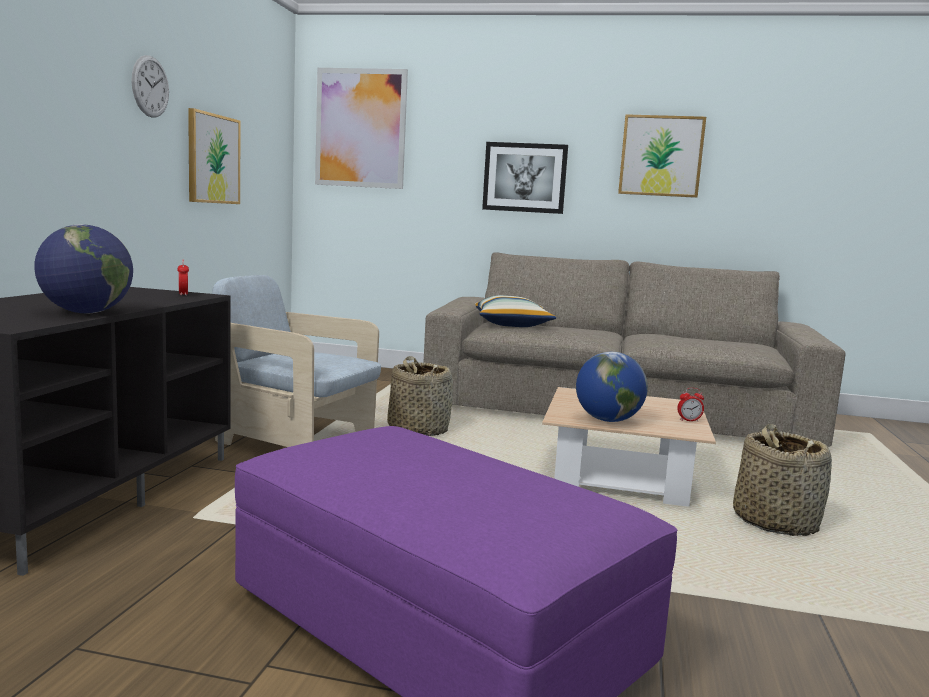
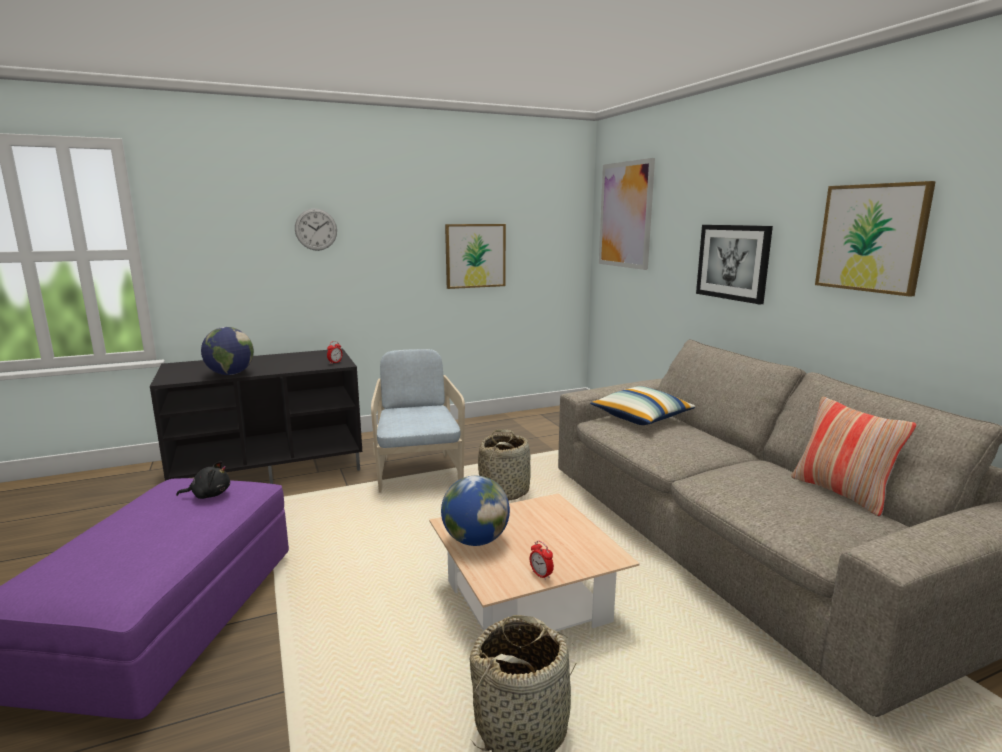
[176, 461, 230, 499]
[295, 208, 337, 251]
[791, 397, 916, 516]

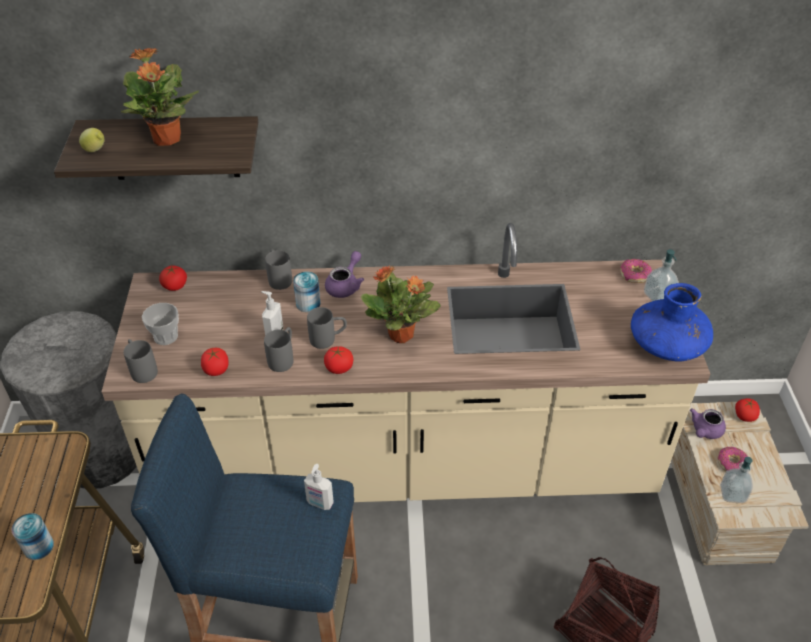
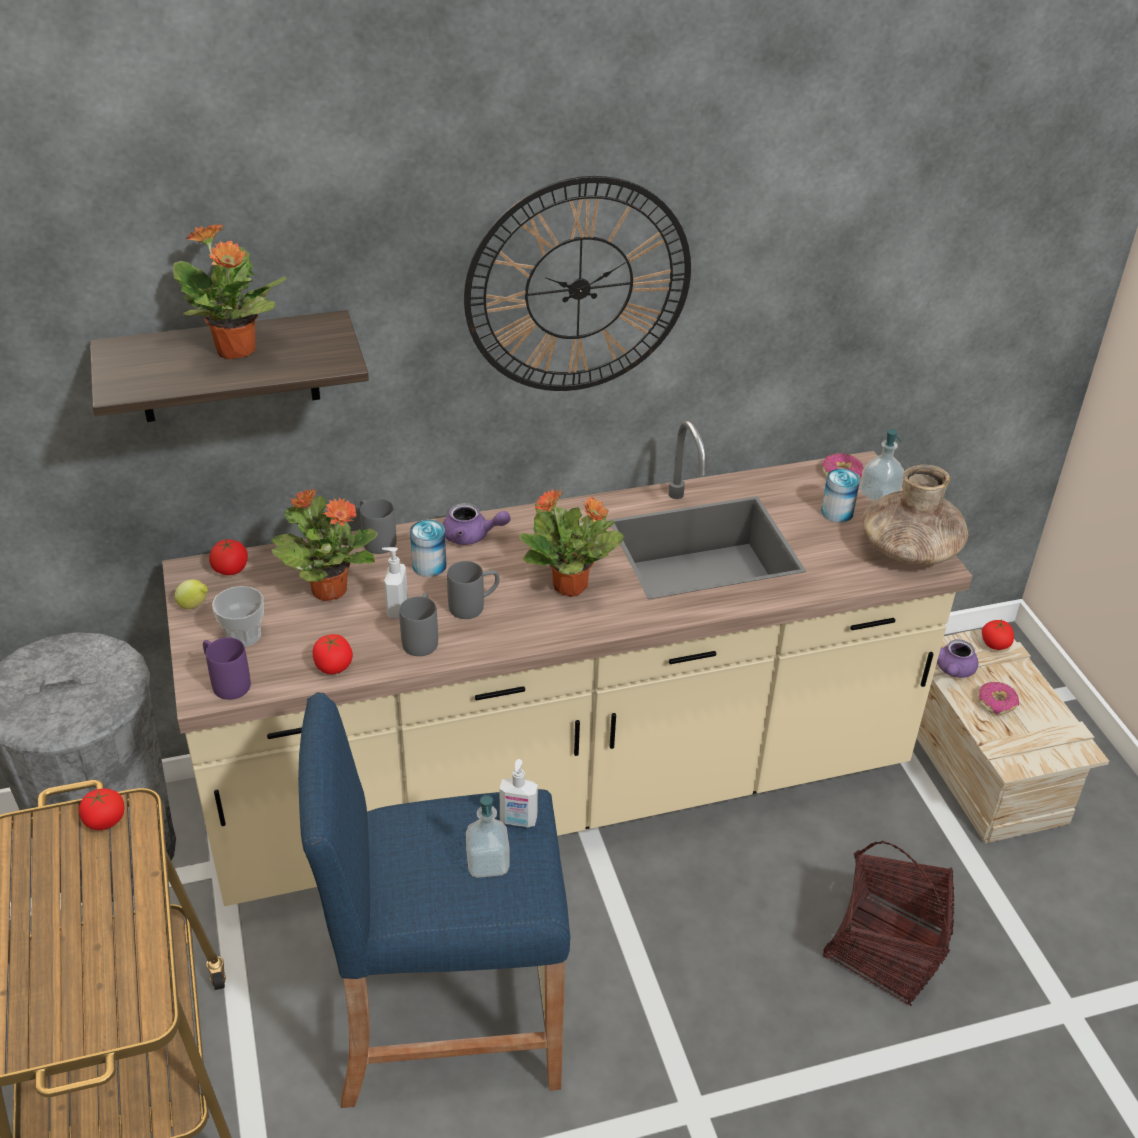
[79, 788, 125, 830]
[174, 579, 208, 609]
[203, 637, 251, 700]
[271, 488, 378, 601]
[443, 503, 510, 545]
[464, 176, 691, 391]
[466, 795, 510, 878]
[821, 469, 860, 523]
[862, 465, 968, 565]

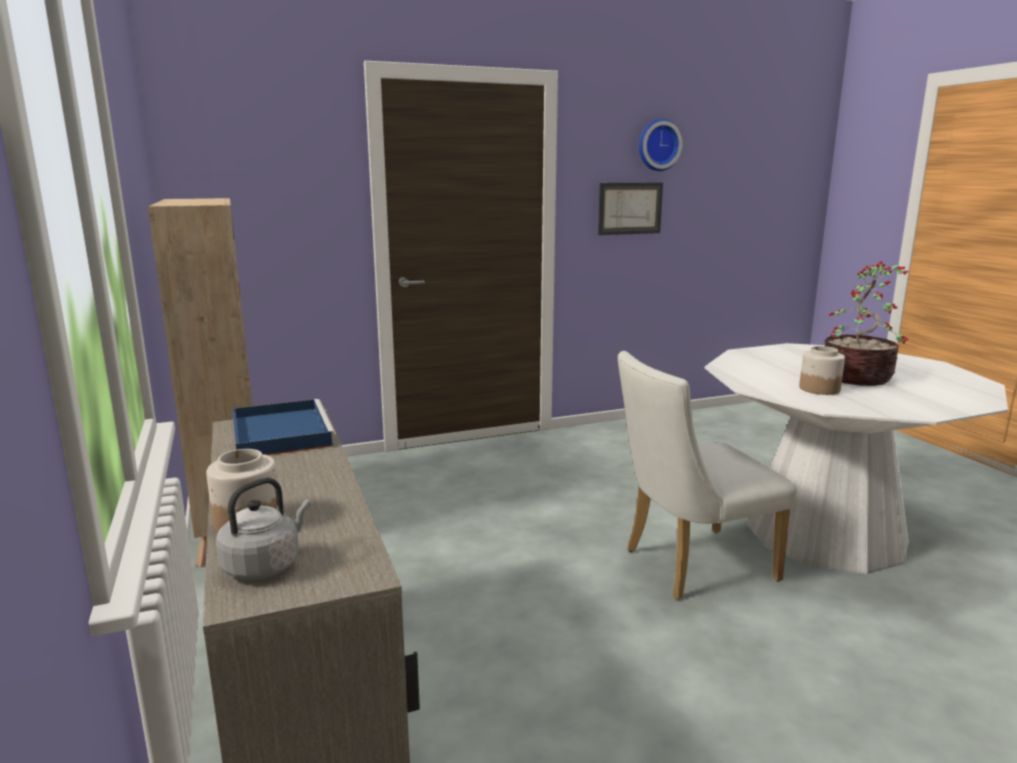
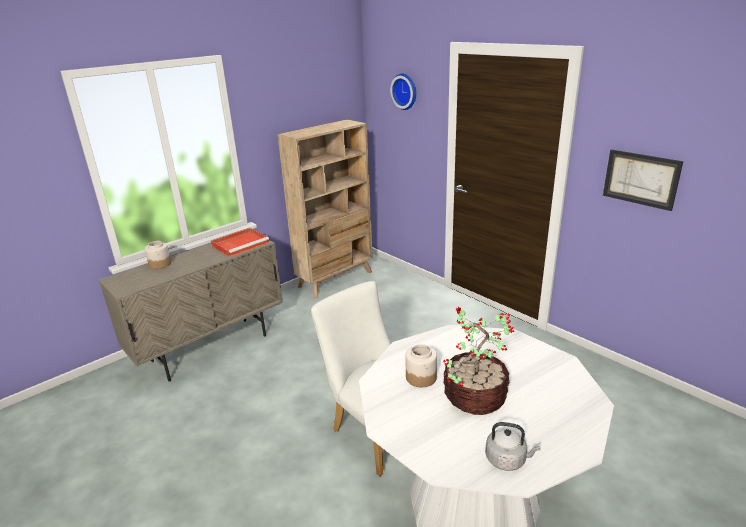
[211, 228, 269, 257]
[390, 74, 416, 110]
[485, 422, 541, 471]

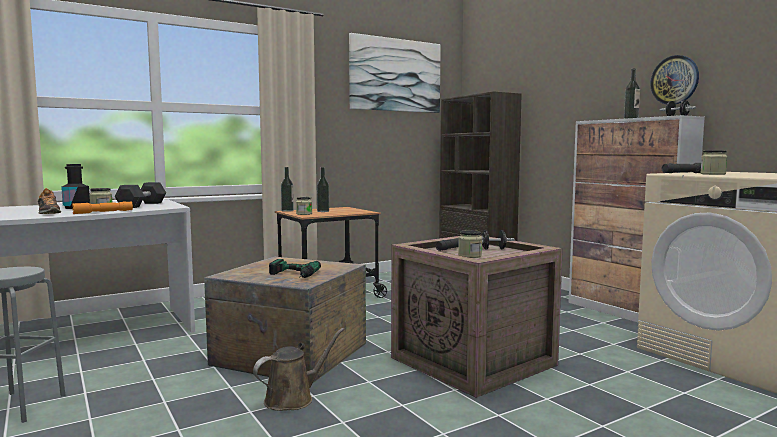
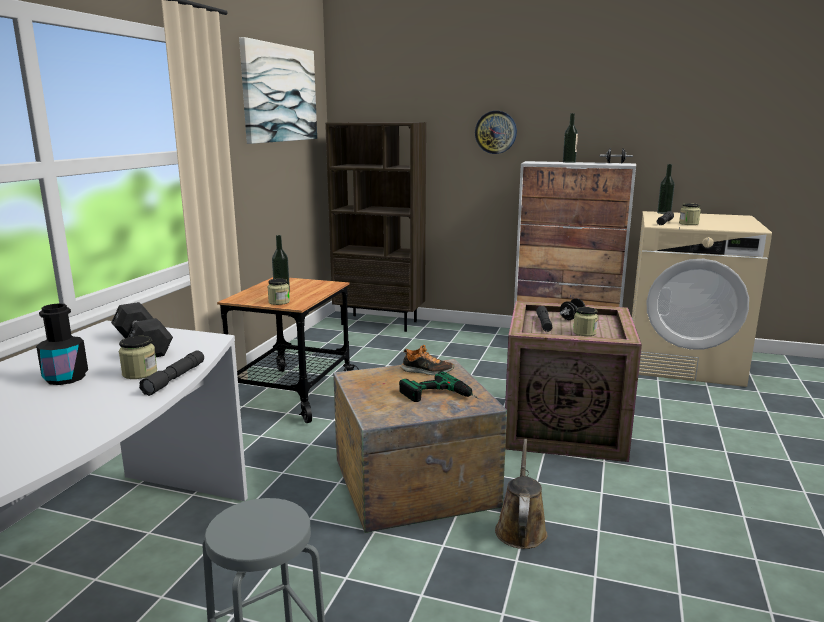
[139, 350, 204, 396]
[401, 345, 454, 375]
[475, 111, 517, 154]
[657, 164, 675, 214]

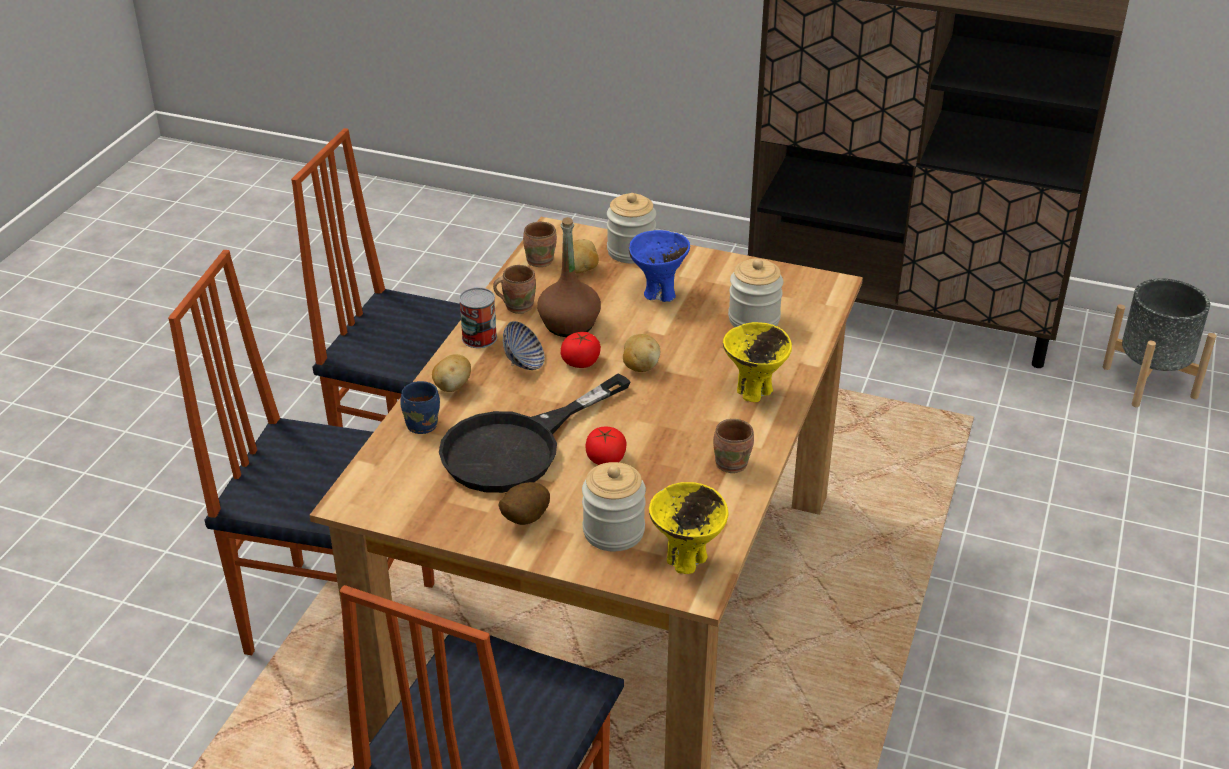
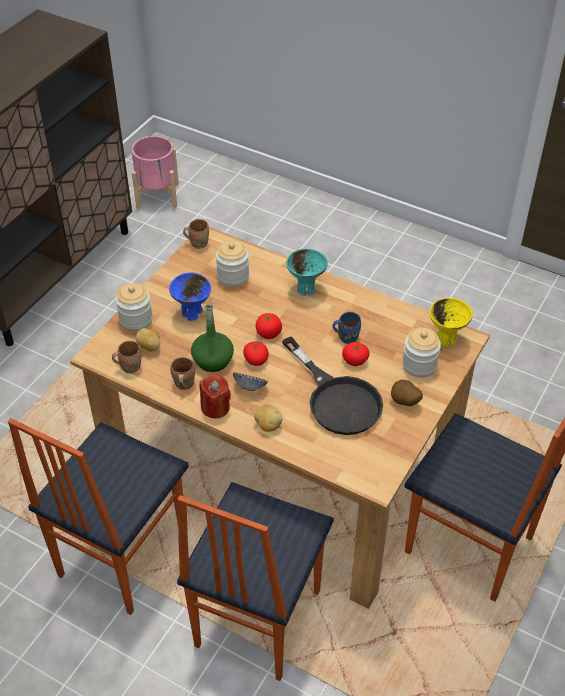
[131, 136, 179, 209]
[183, 219, 209, 249]
[191, 301, 234, 372]
[200, 375, 231, 418]
[256, 313, 282, 339]
[286, 249, 328, 296]
[333, 312, 361, 344]

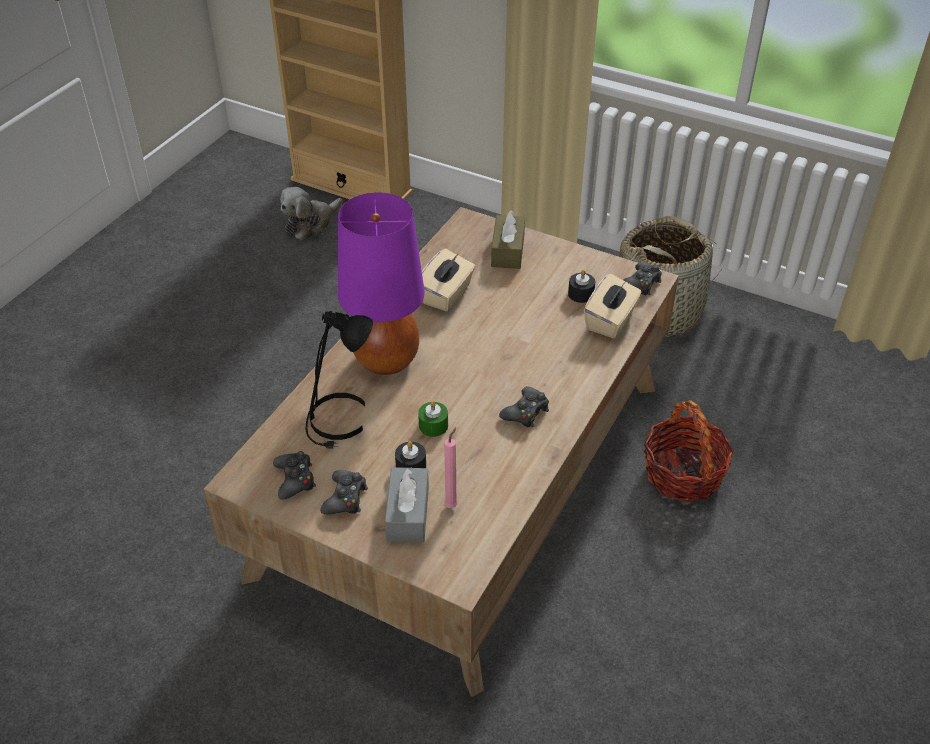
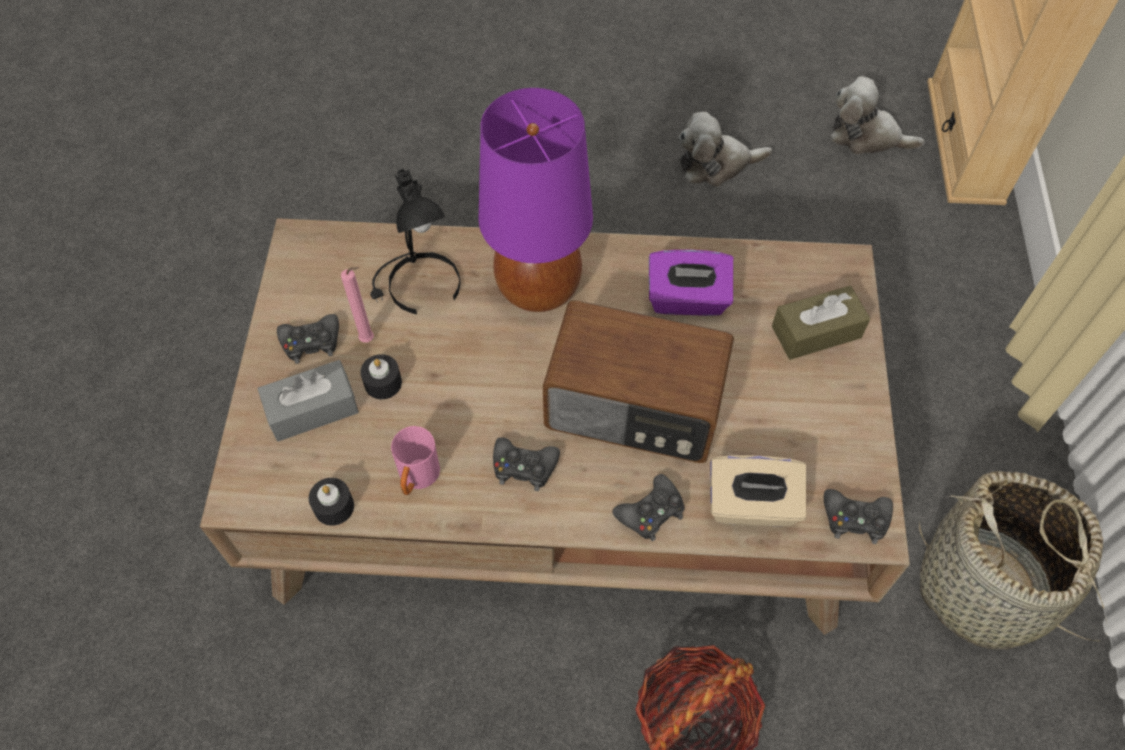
[309, 478, 354, 526]
[341, 267, 374, 343]
[391, 426, 440, 495]
[543, 300, 734, 463]
[612, 474, 685, 541]
[649, 250, 733, 316]
[679, 112, 772, 187]
[418, 401, 448, 437] (first image)

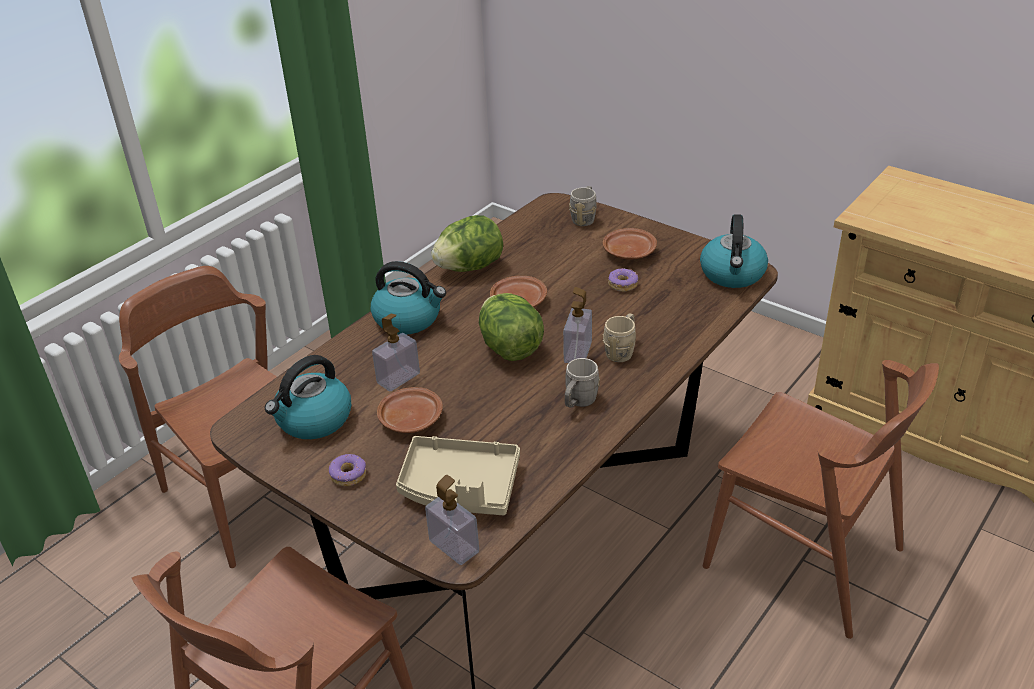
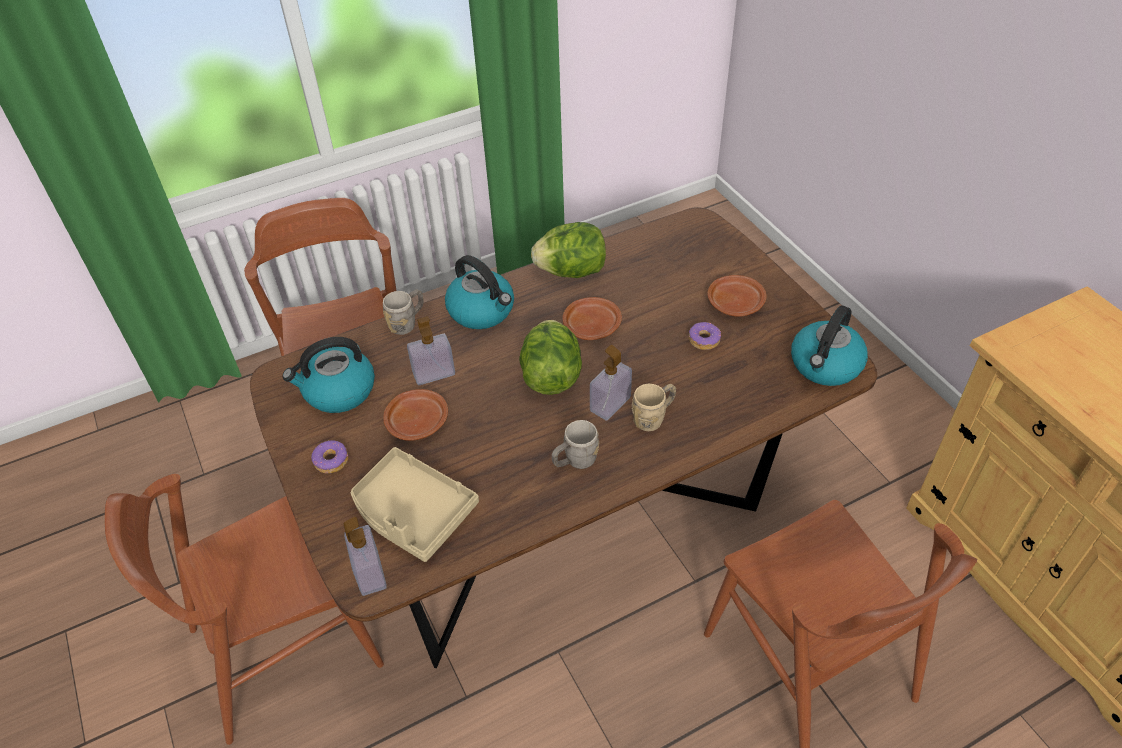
[383, 290, 424, 335]

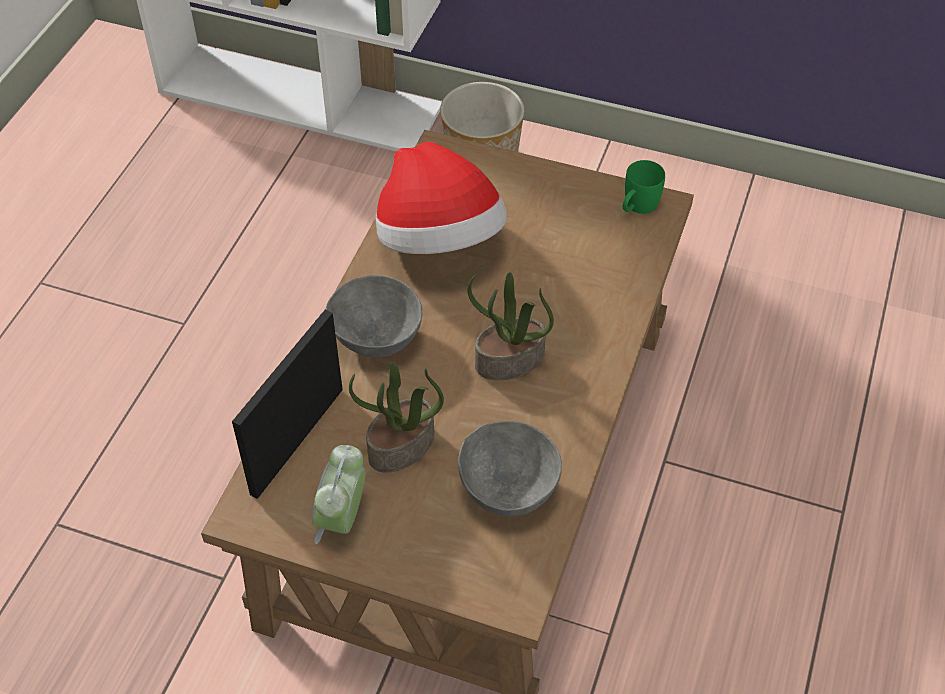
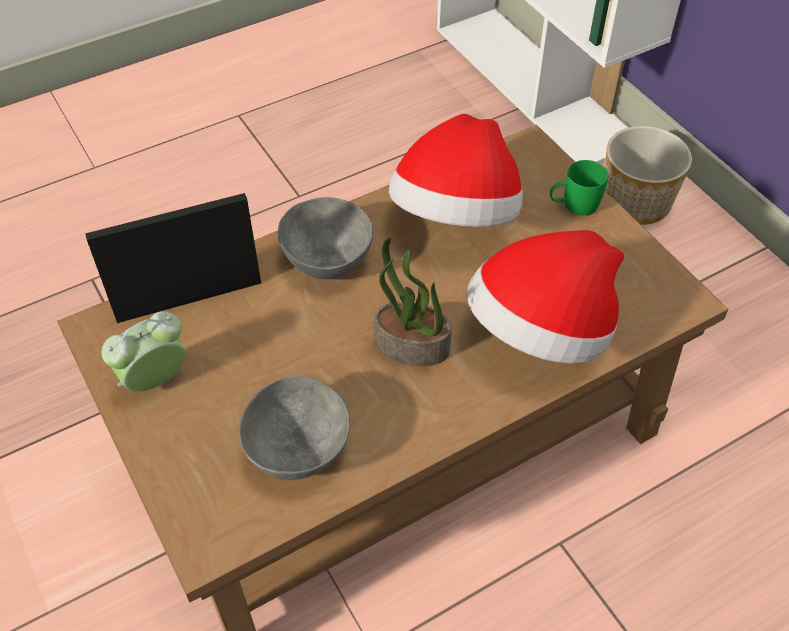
[467, 230, 624, 364]
[550, 160, 608, 216]
[349, 362, 444, 473] (first image)

